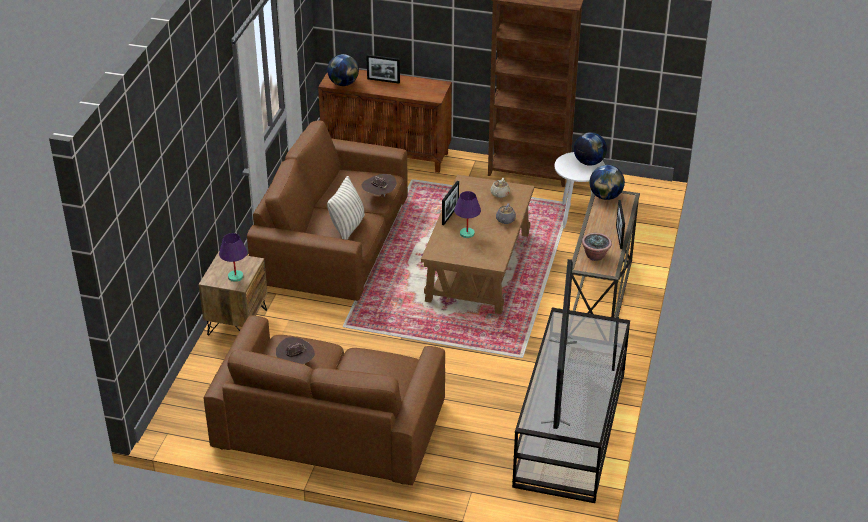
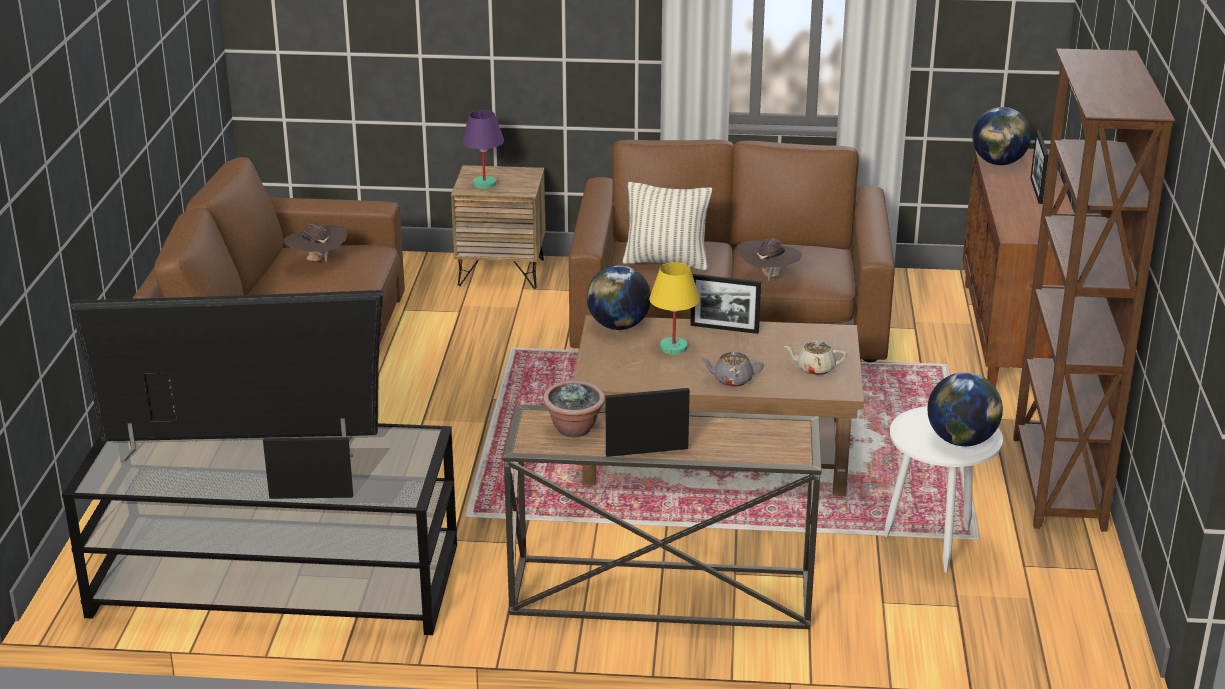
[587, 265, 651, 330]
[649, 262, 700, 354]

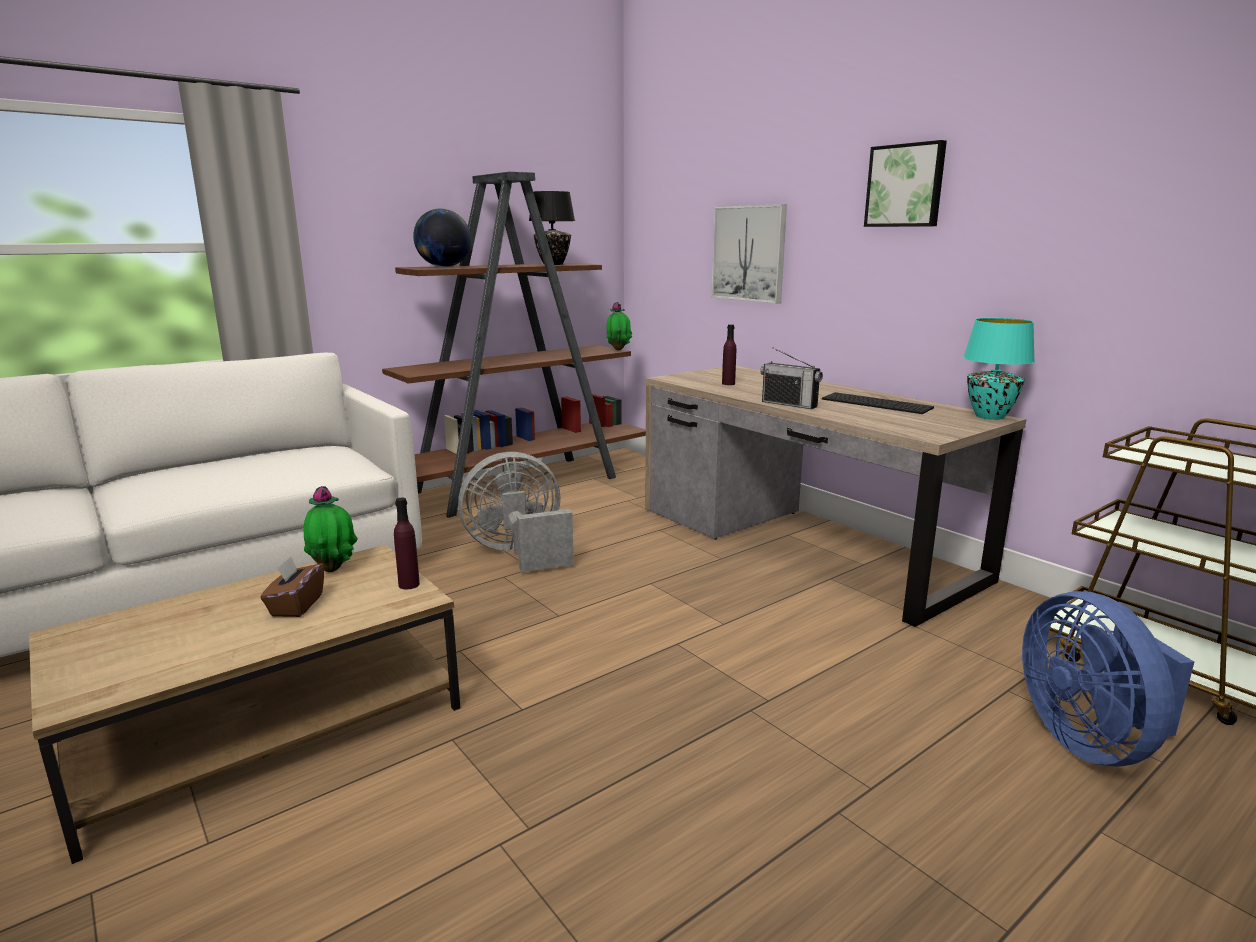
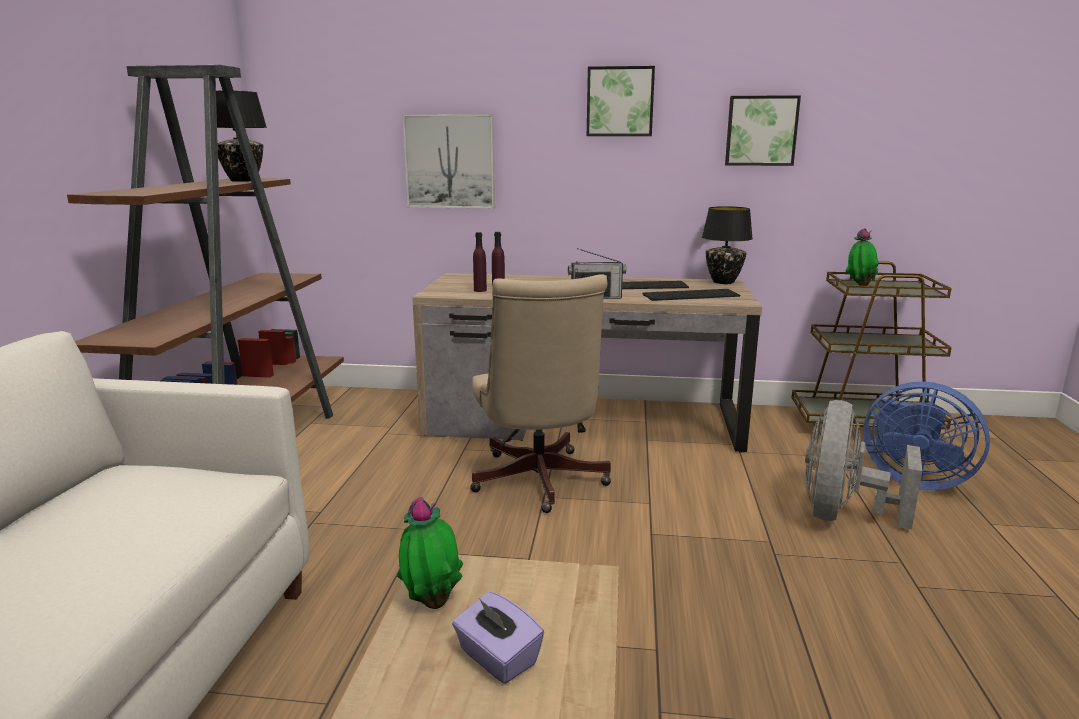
[452, 592, 544, 684]
[470, 274, 611, 513]
[473, 232, 487, 292]
[642, 289, 740, 301]
[702, 206, 753, 284]
[725, 95, 801, 166]
[805, 400, 922, 530]
[845, 228, 879, 286]
[413, 208, 471, 267] (first image)

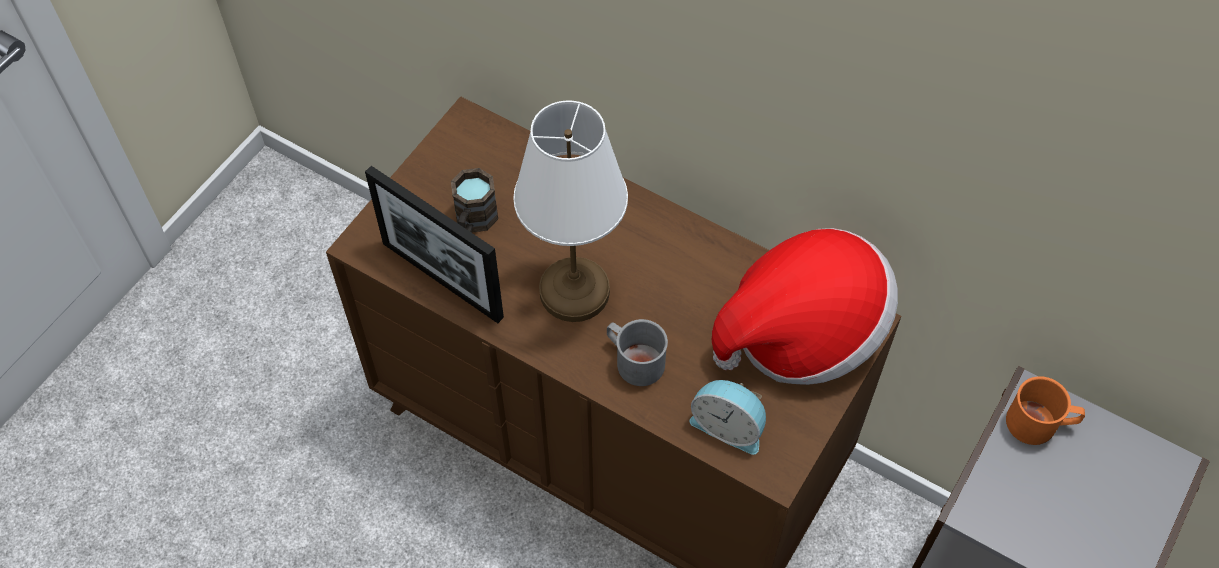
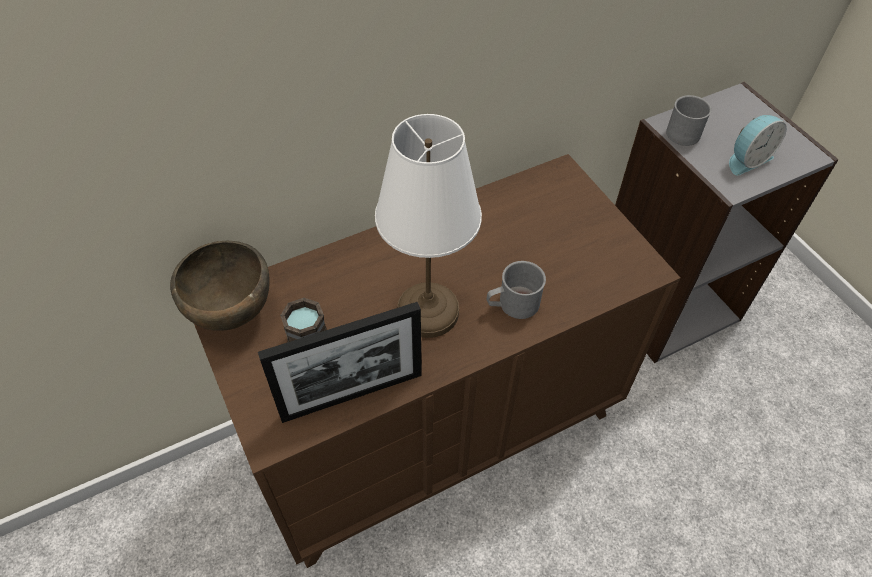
[170, 241, 270, 331]
[666, 95, 712, 146]
[729, 115, 787, 175]
[712, 228, 898, 385] (first image)

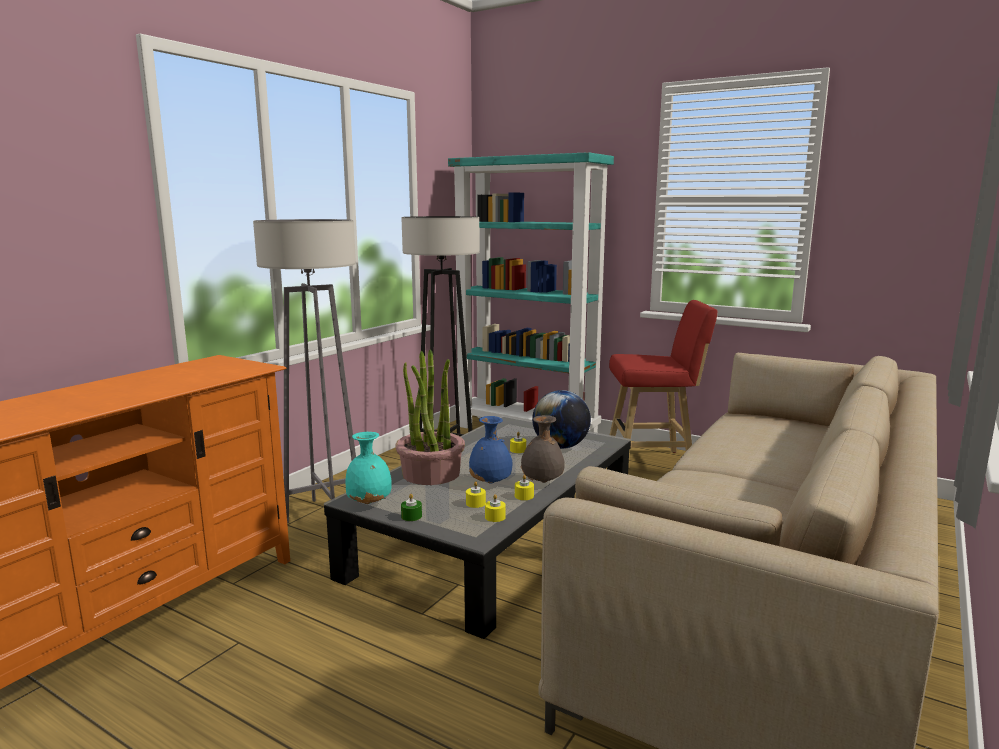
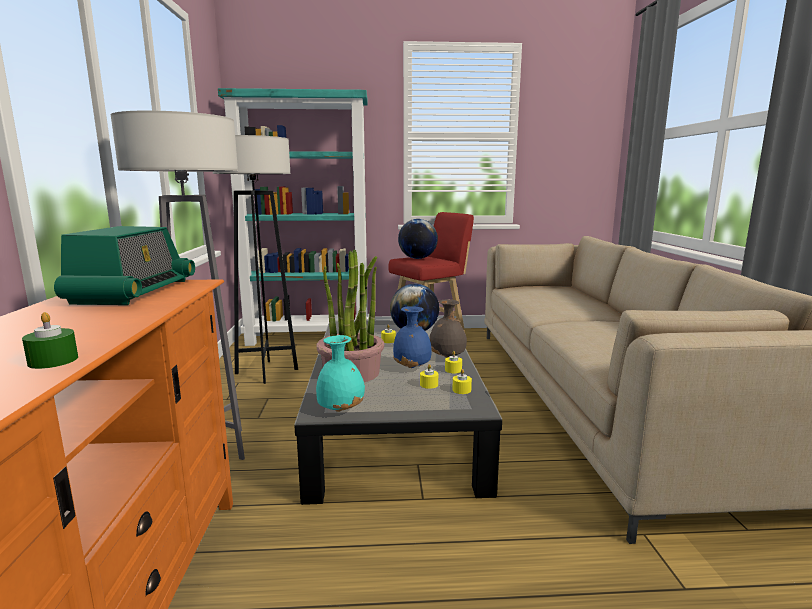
[22, 312, 78, 369]
[54, 226, 195, 305]
[398, 219, 438, 259]

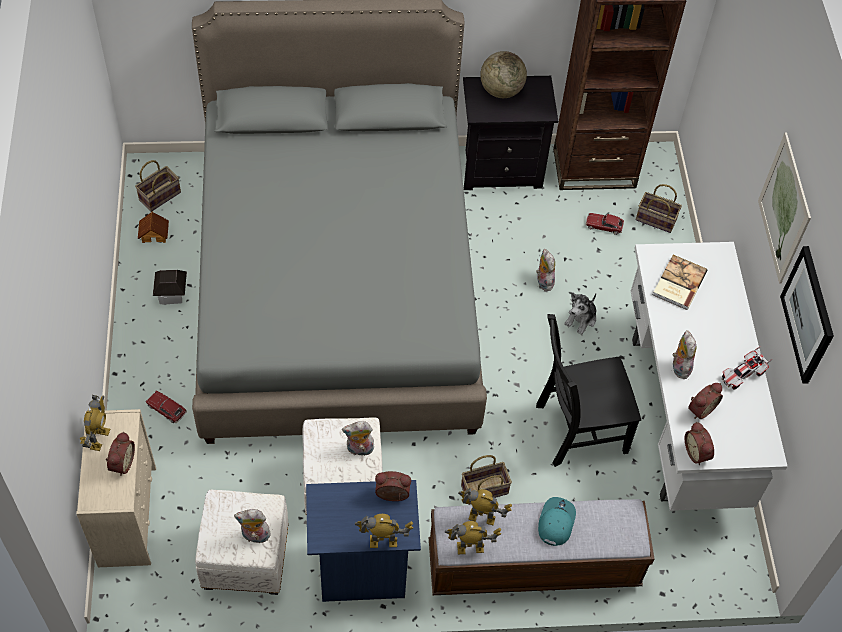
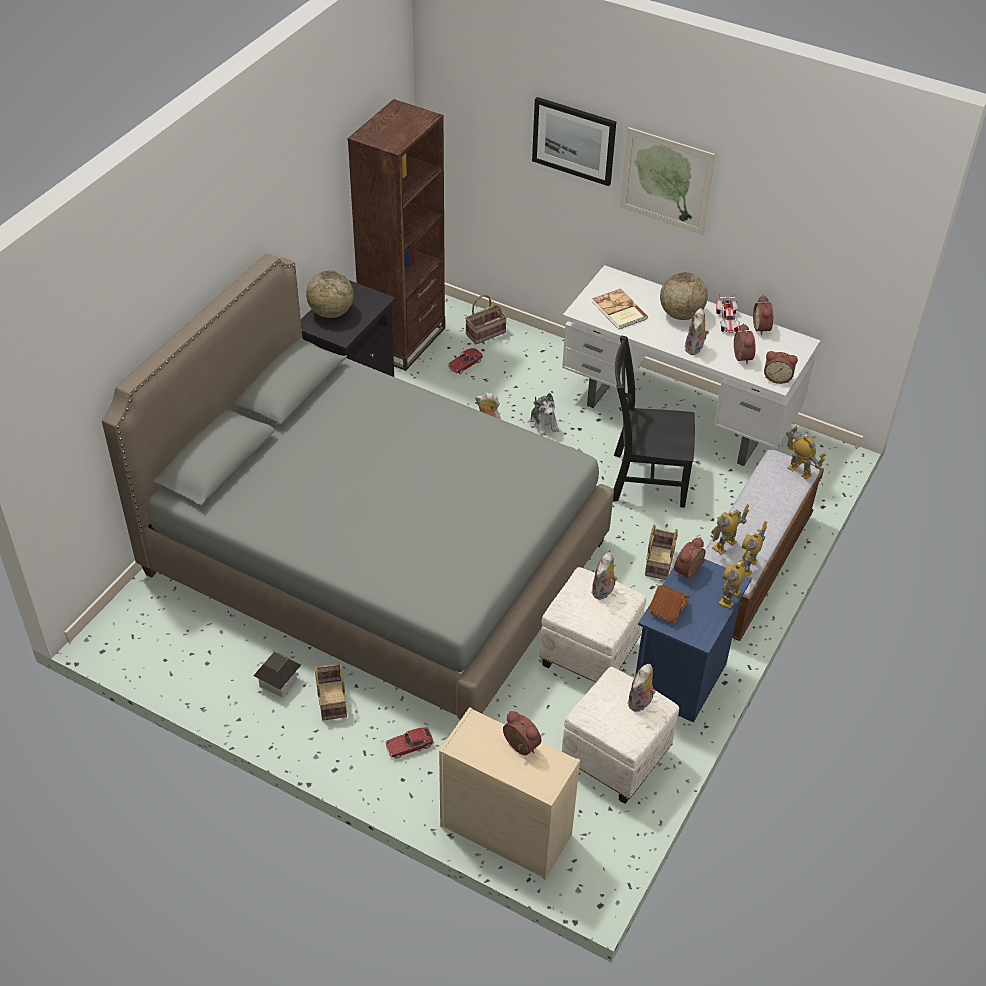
[314, 662, 347, 721]
[532, 97, 616, 186]
[613, 335, 695, 508]
[648, 585, 690, 624]
[660, 272, 708, 320]
[685, 308, 709, 355]
[753, 295, 773, 335]
[786, 426, 827, 480]
[538, 497, 576, 546] (first image)

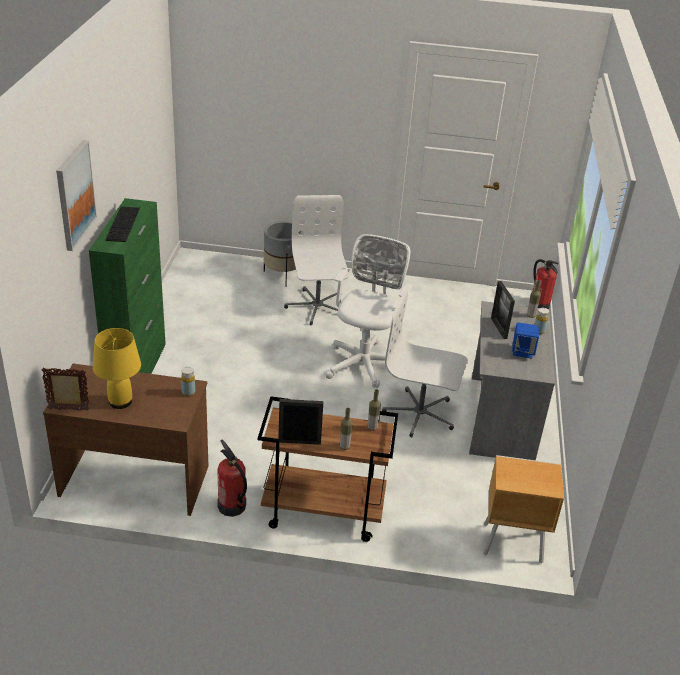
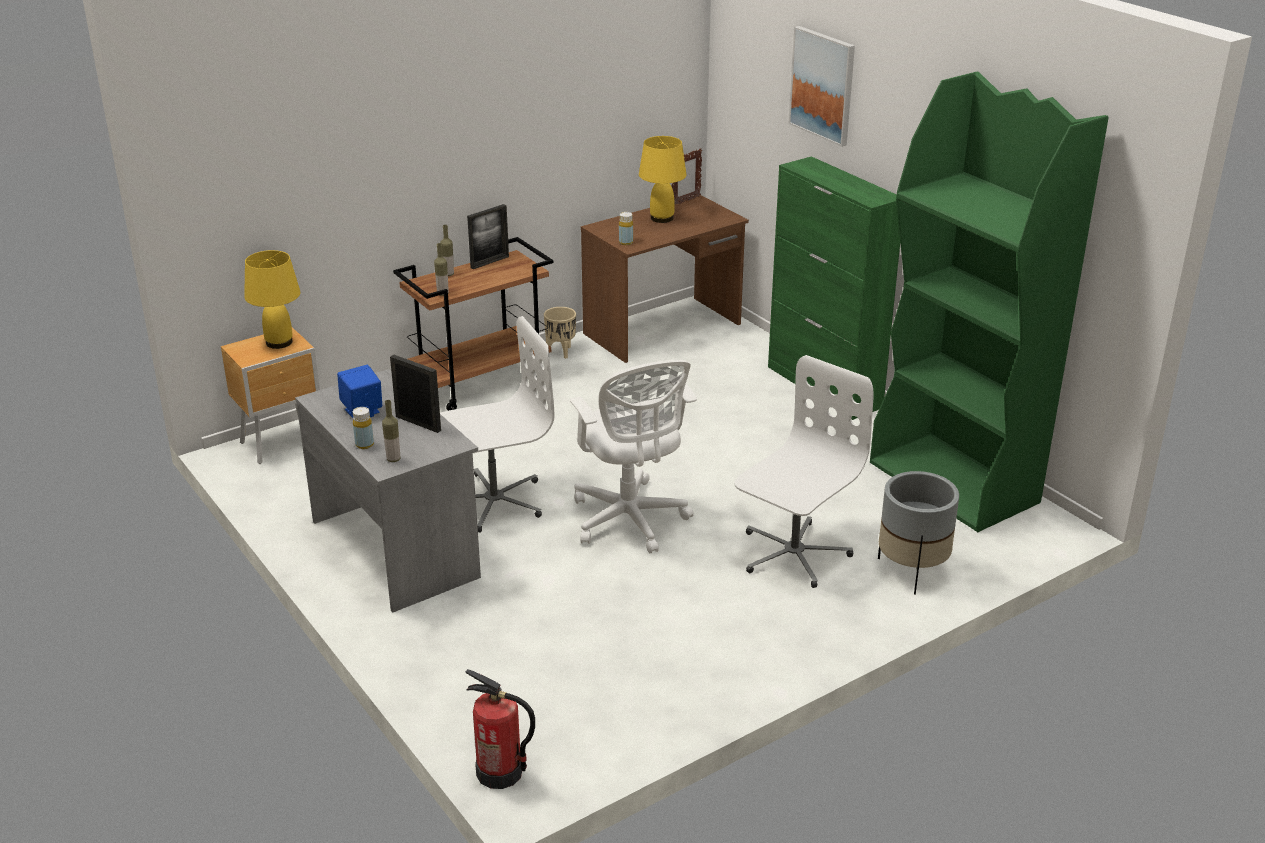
[244, 250, 300, 349]
[544, 307, 576, 359]
[734, 355, 874, 588]
[870, 71, 1109, 532]
[105, 207, 140, 242] (first image)

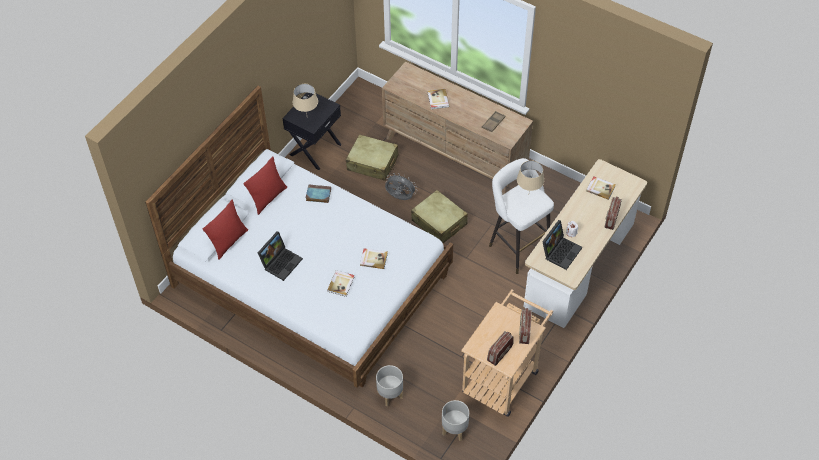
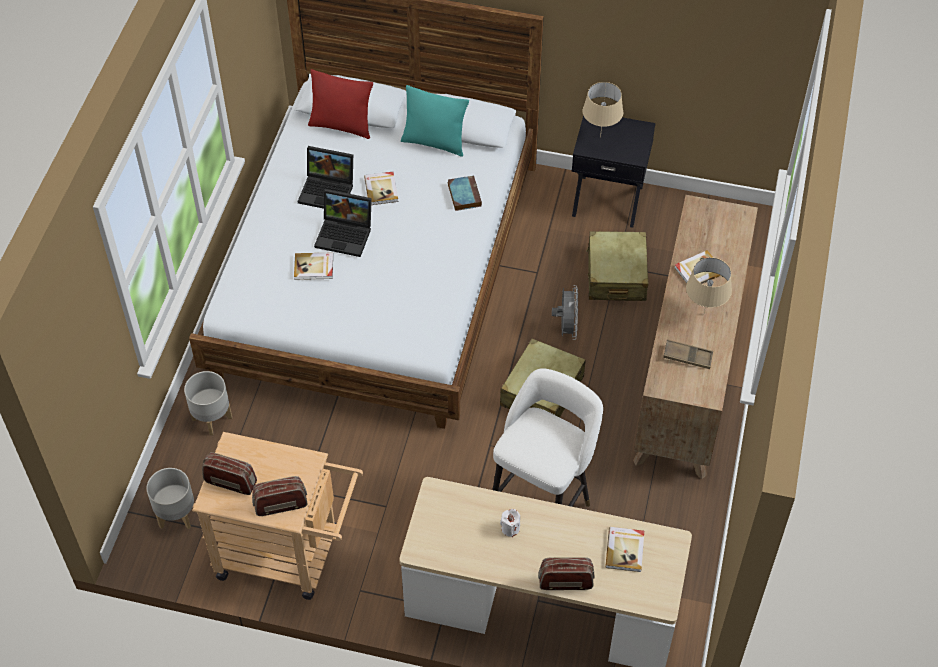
[314, 189, 372, 257]
[364, 172, 398, 205]
[401, 85, 469, 157]
[686, 257, 732, 313]

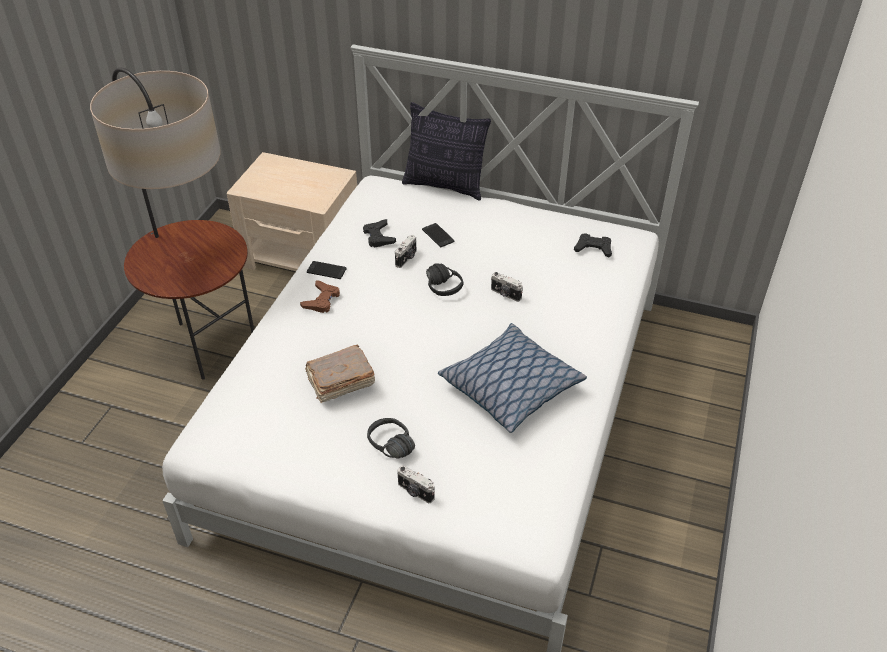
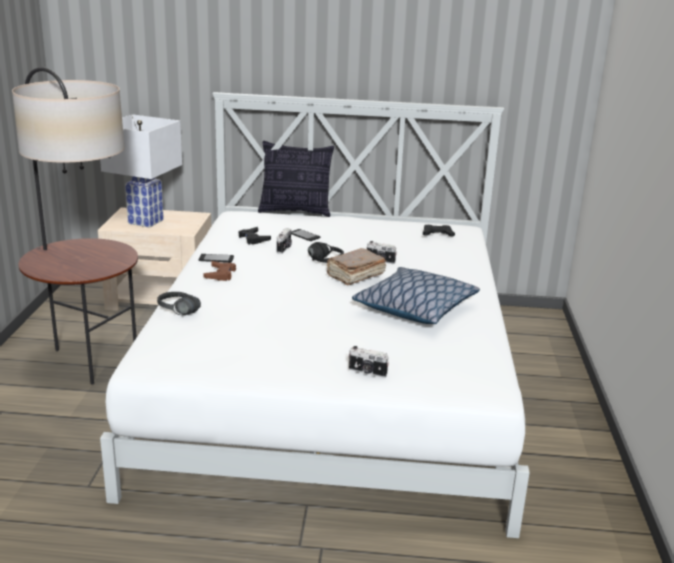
[100, 114, 182, 228]
[157, 292, 201, 315]
[326, 248, 386, 286]

